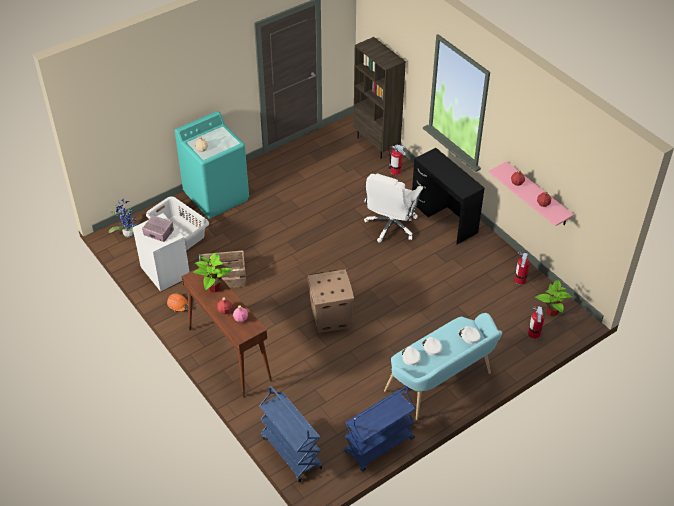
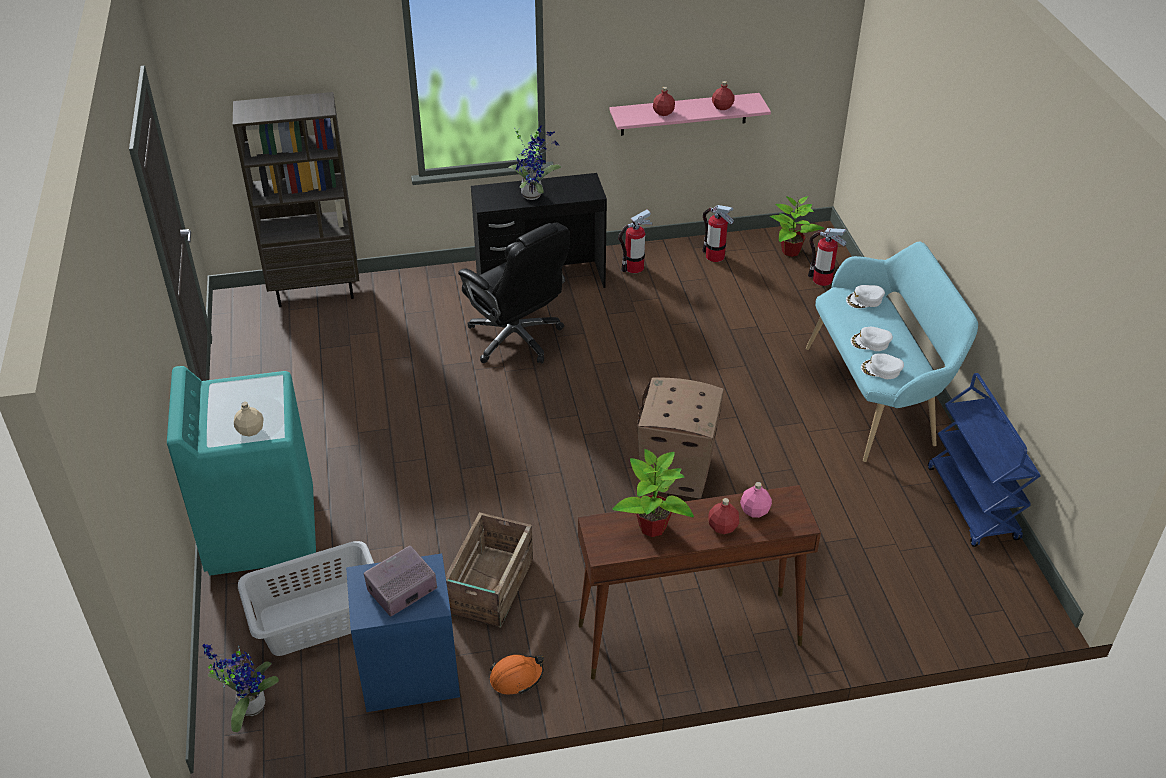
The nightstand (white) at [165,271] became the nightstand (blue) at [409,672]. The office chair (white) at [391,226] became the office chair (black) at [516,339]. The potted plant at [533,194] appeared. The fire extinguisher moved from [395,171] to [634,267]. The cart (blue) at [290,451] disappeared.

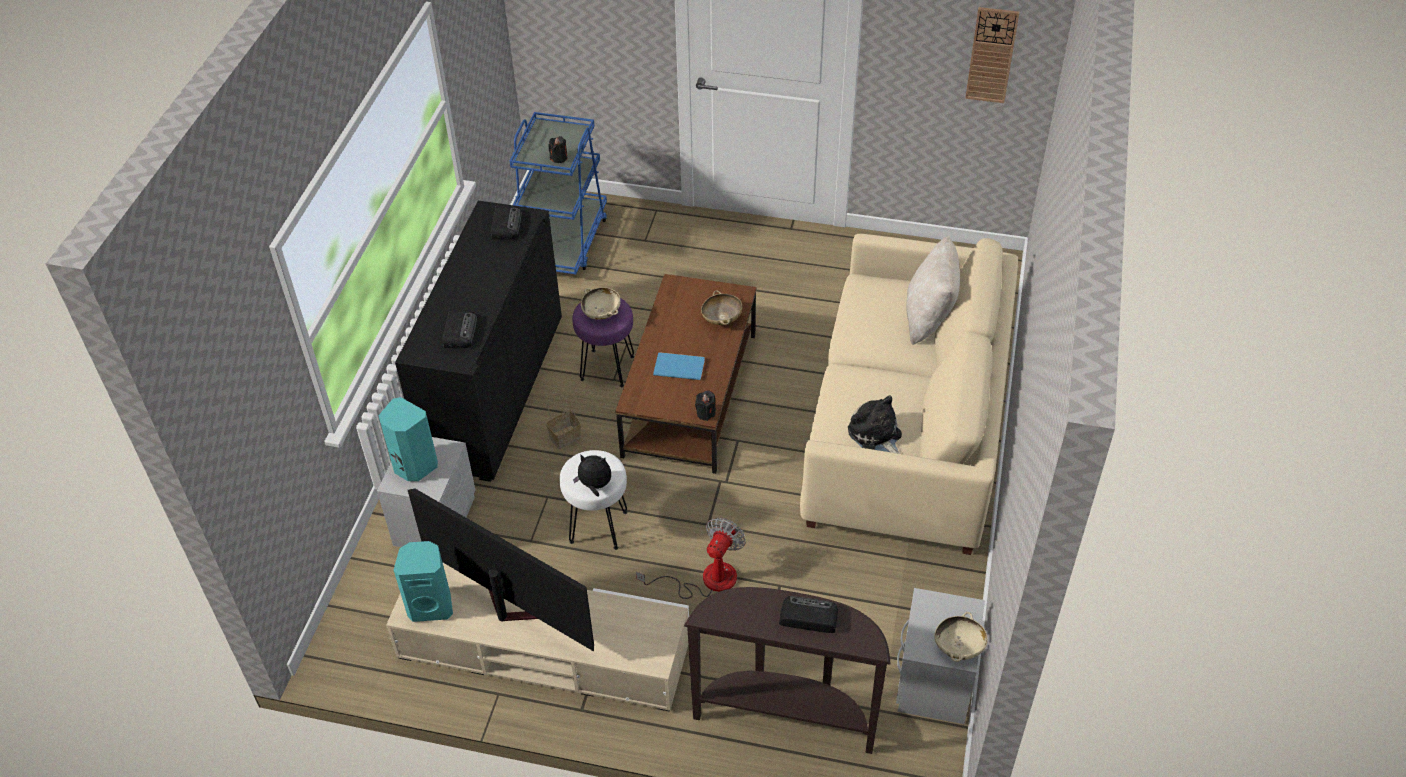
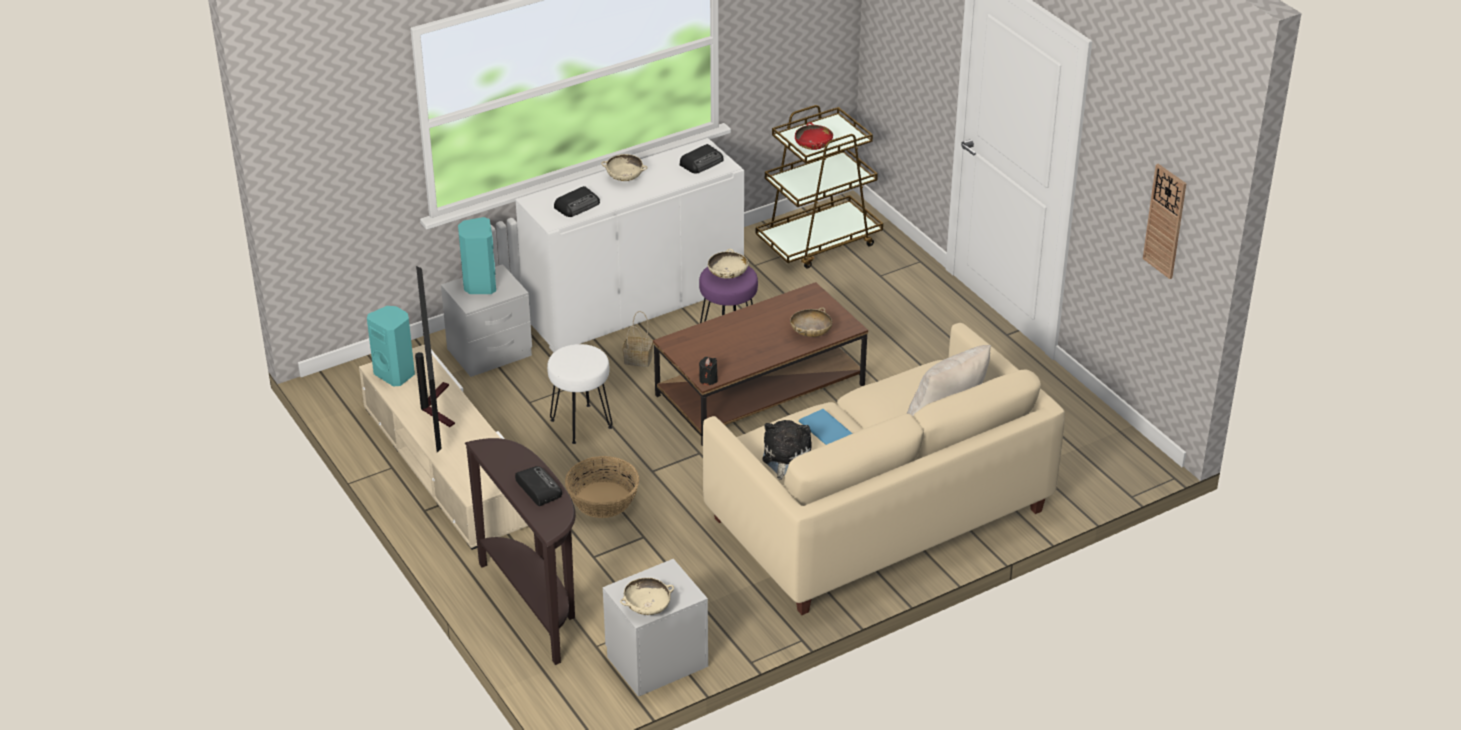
The cabinet (black) at [495,391] became the cabinet (white) at [634,304]. The fan at [706,579] was replaced by the basket at [602,500]. The bowl (beige) at [625,178] appeared. The cart (blue) at [564,242] became the cart (brown) at [819,242]. The candle (black) at [559,158] was replaced by the bowl (red) at [813,147]. The book (blue) moved from [678,366] to [826,428]. The plush toy at [595,486] disappeared.

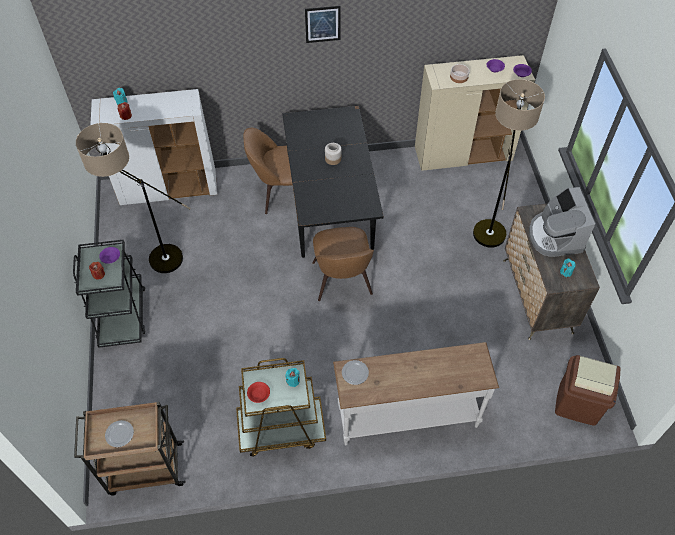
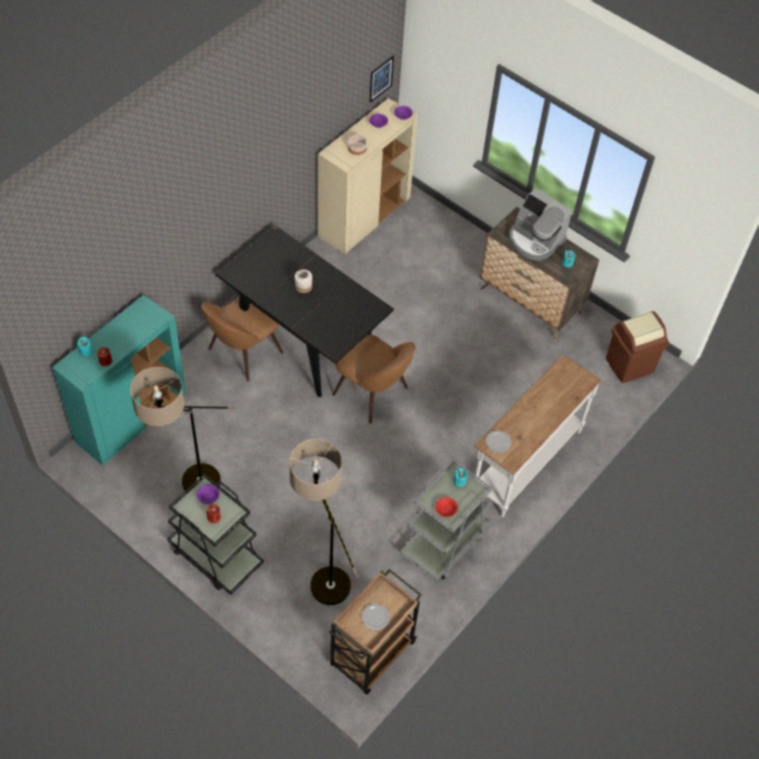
The cabinet (white) at [169,188] became the cabinet (turquoise) at [131,418]. The floor lamp moved from [490,223] to [322,573]. The picture moved from [322,24] to [381,79]. The cart (brown) at [281,429] became the cart (grey) at [444,542].

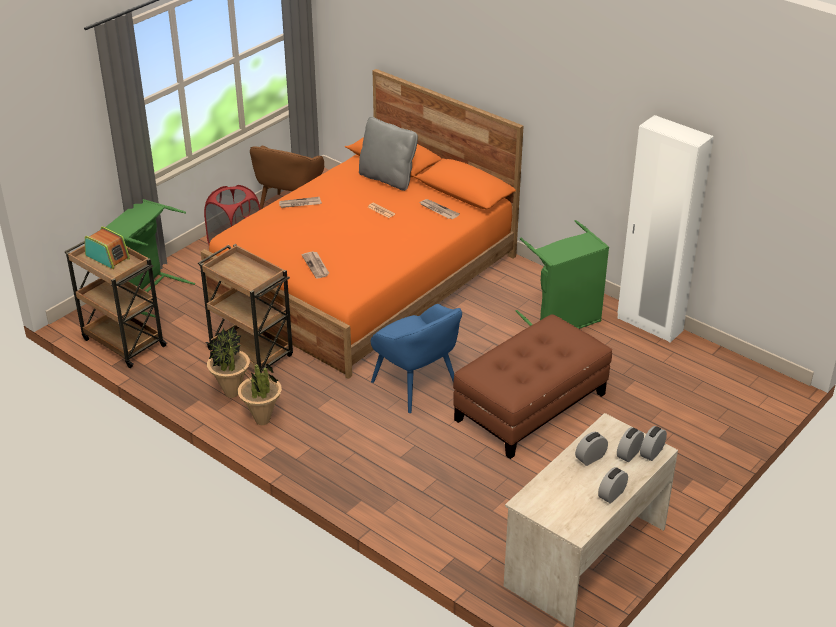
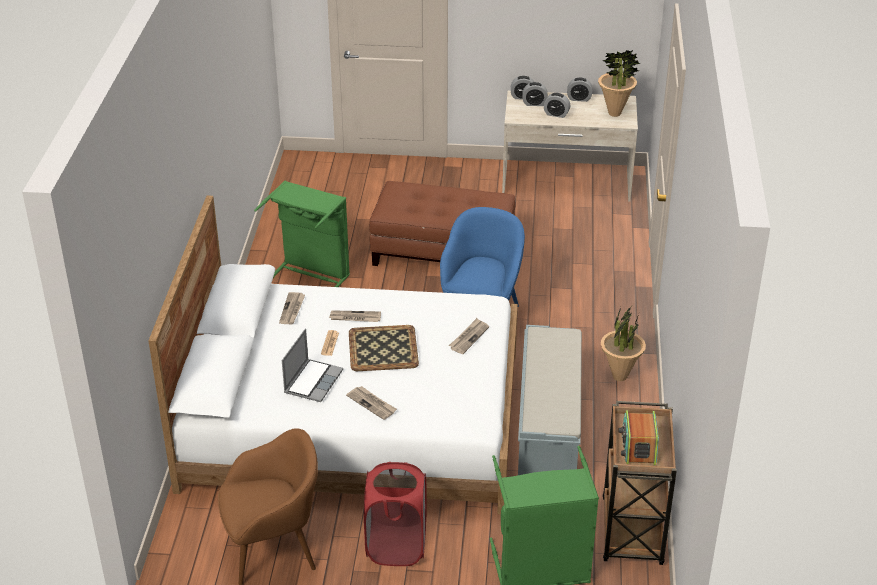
The bed (orange) at [366,277] became the bed (white) at [353,420]. The laptop at [313,381] appeared. The newspaper at [355,318] appeared. The tray at [383,348] appeared. The cart (brown) at [252,353] was replaced by the bench (grey) at [548,431]. The potted plant moved from [231,393] to [615,113]. The pillow (grey) at [388,178] disappeared. The wardrobe (white) at [649,325] disappeared.

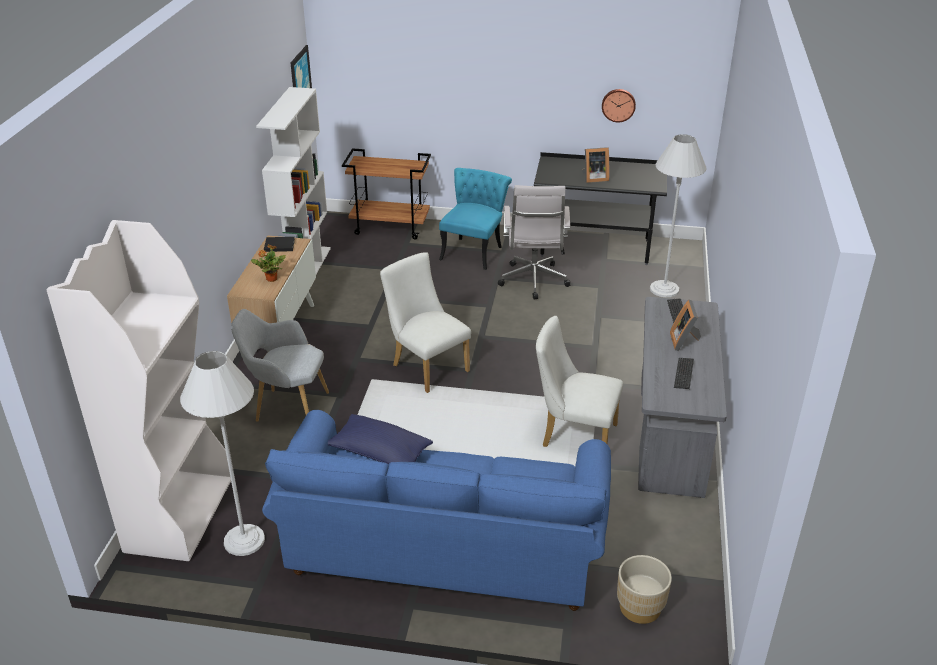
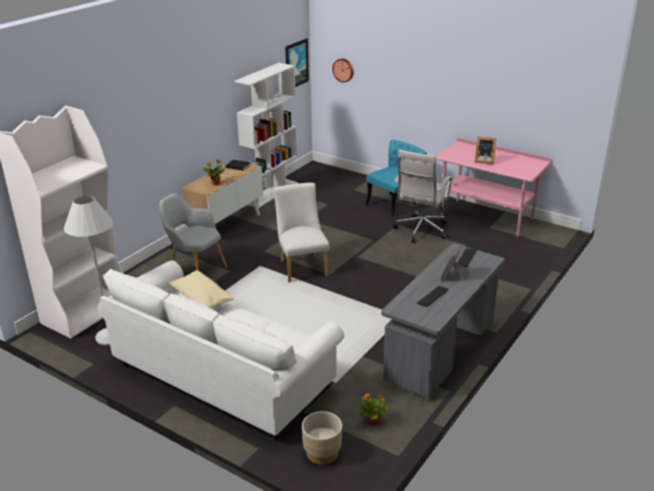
The sofa (blue) at [444,547] became the sofa (white) at [223,375]. The pillow (blue) at [379,453] became the pillow (beige) at [200,299]. The wall clock moved from [618,105] to [343,70]. The potted plant at [373,422] appeared. The desk (black) at [595,248] became the desk (pink) at [486,219]. The cart (brown) at [391,227] disappeared. The chair (white) at [573,435] disappeared. The floor lamp (white) at [664,289] disappeared.

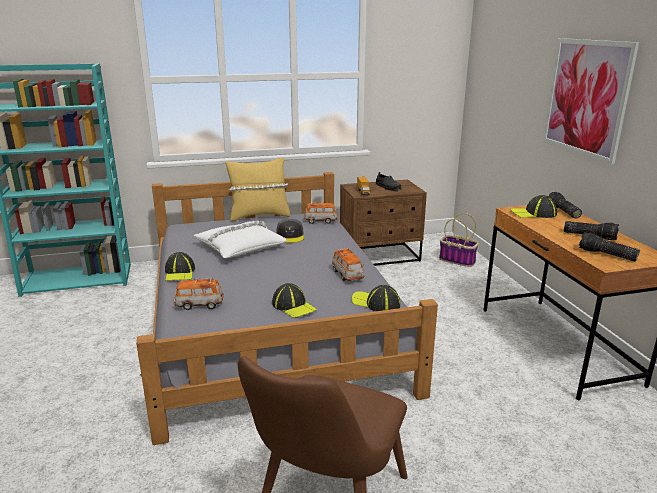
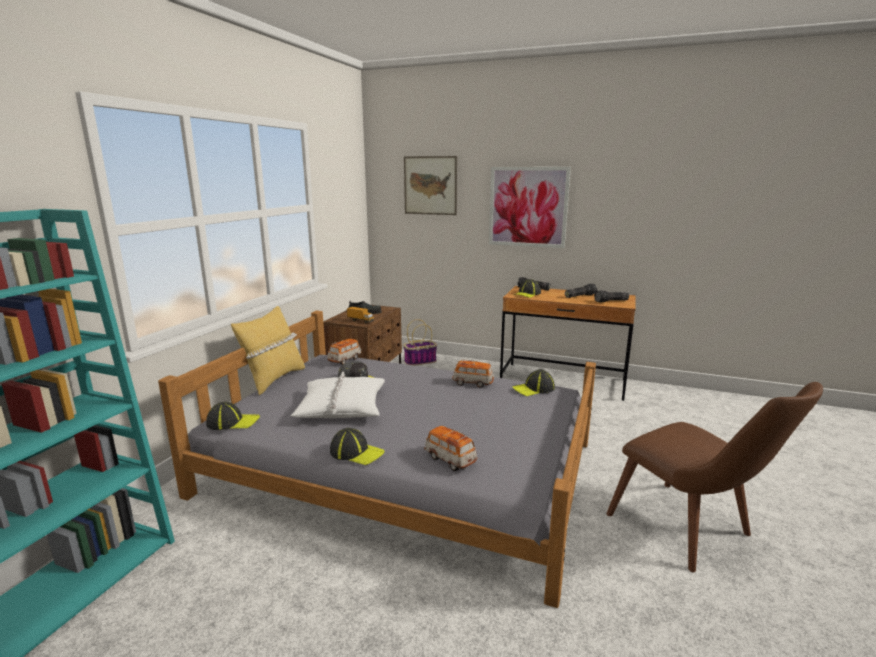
The cap moved from [293,306] to [233,422]. The picture at [430,185] appeared. The toy car at [199,304] turned 105 degrees clockwise.

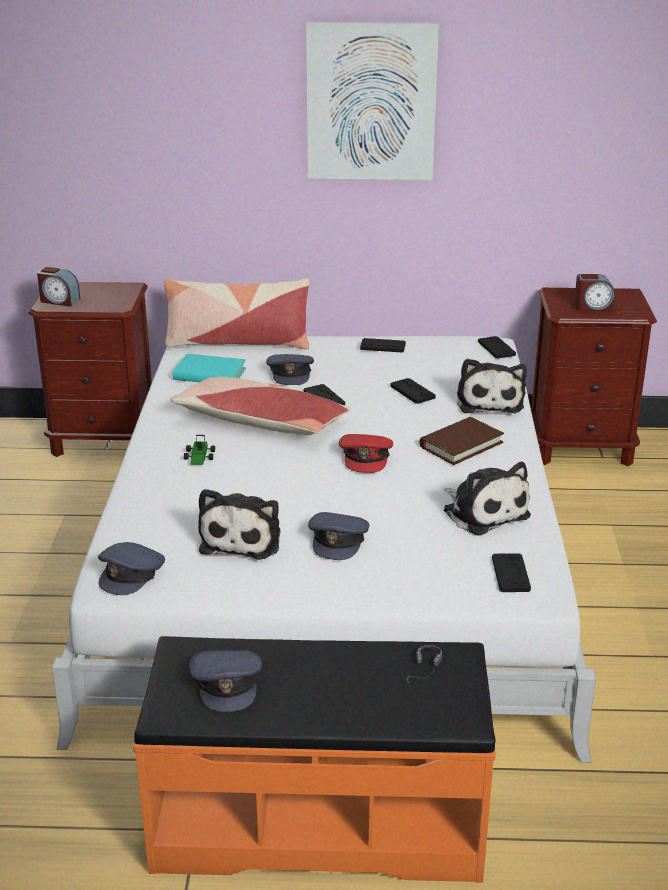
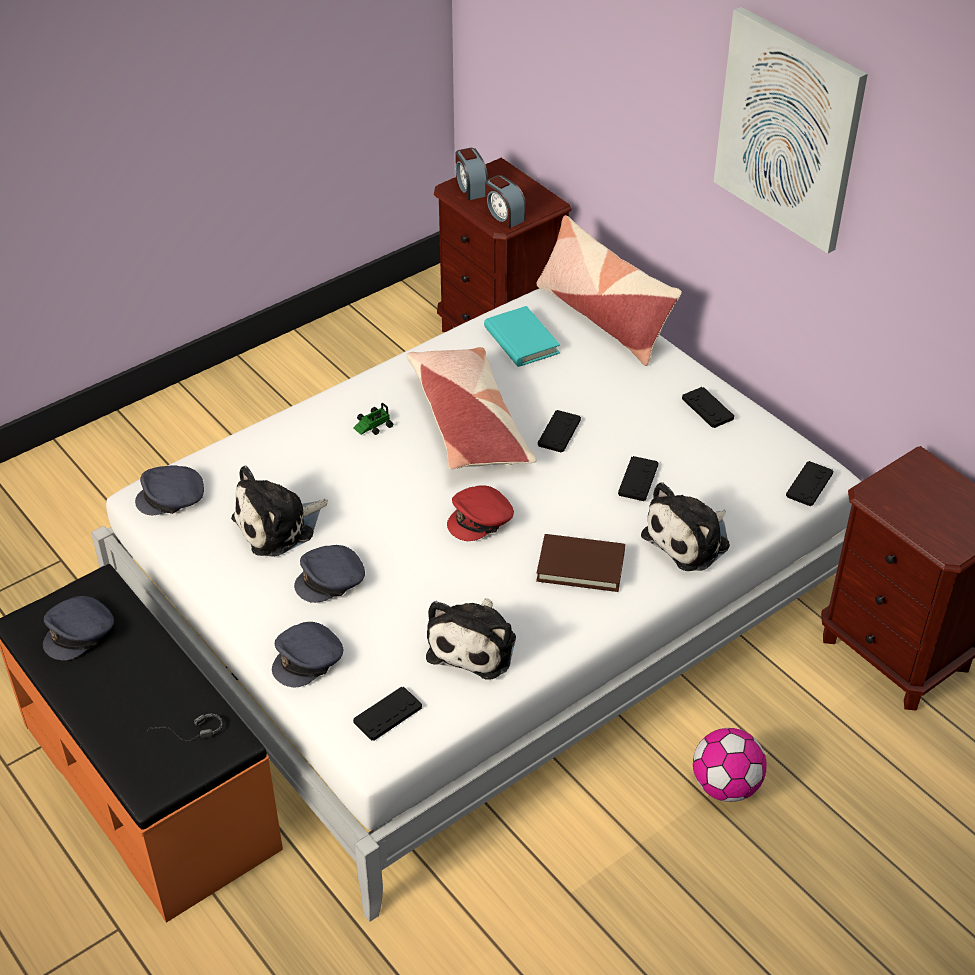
The cap (grey) moved from [290,373] to [308,660]. The alarm clock moved from [593,307] to [504,215]. The football at [725,786] appeared.

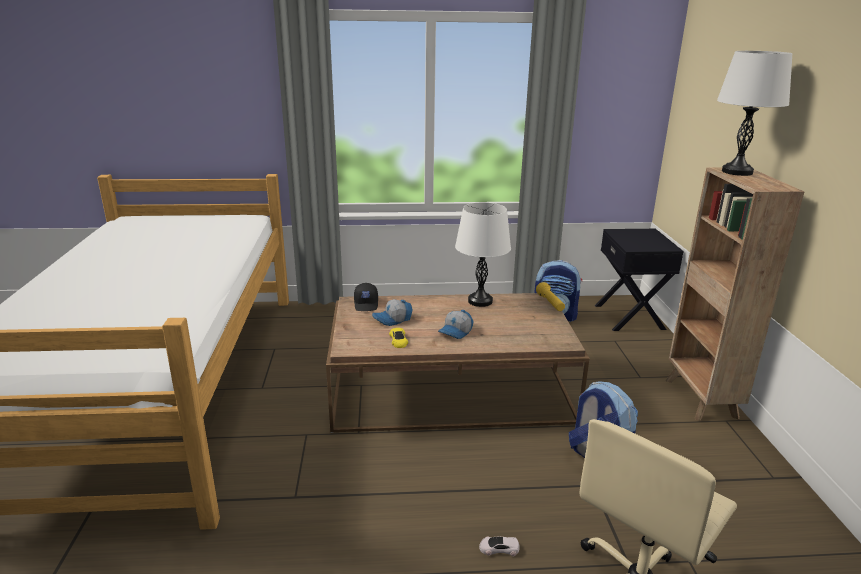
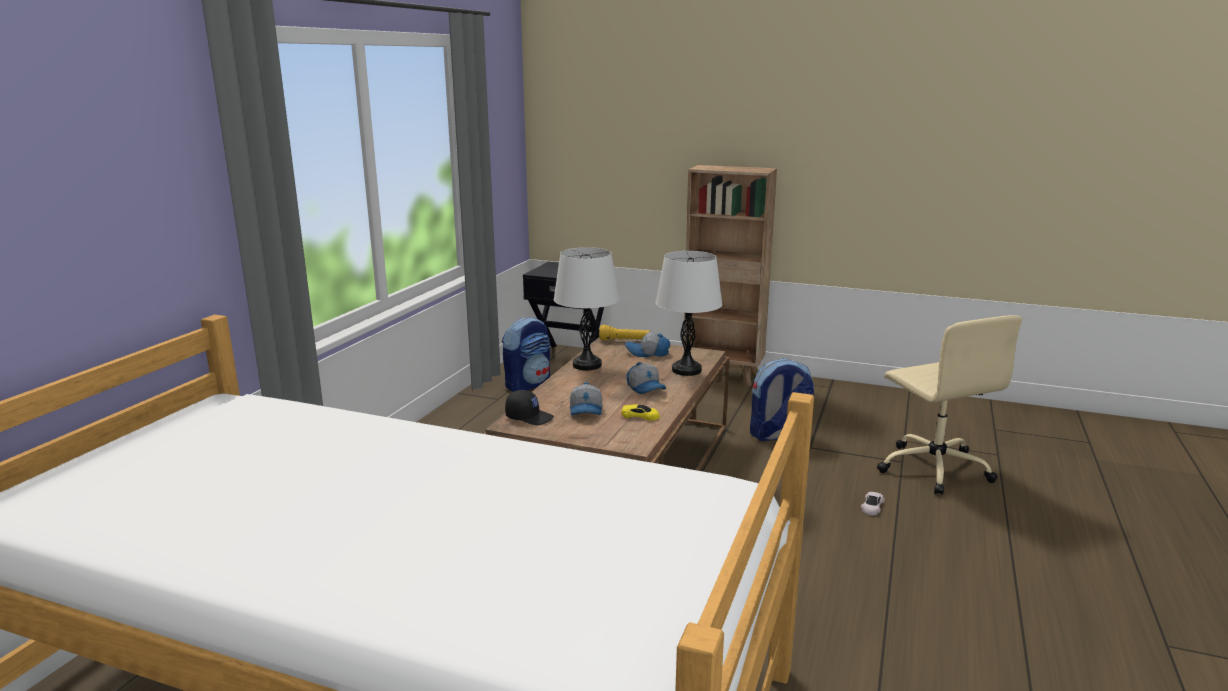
The cap at [647,353] appeared. The table lamp (white) moved from [737,172] to [686,370].

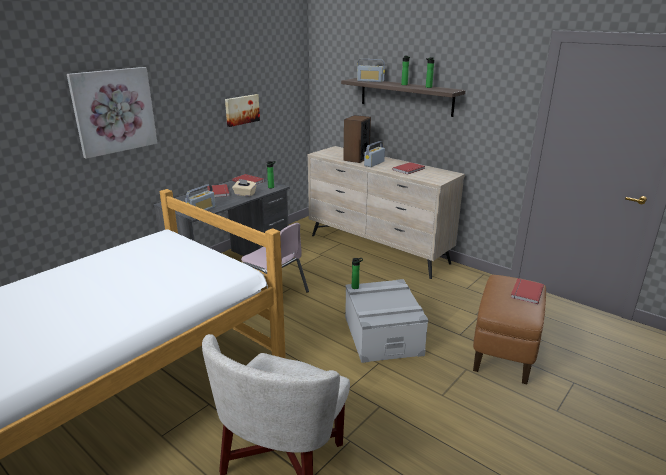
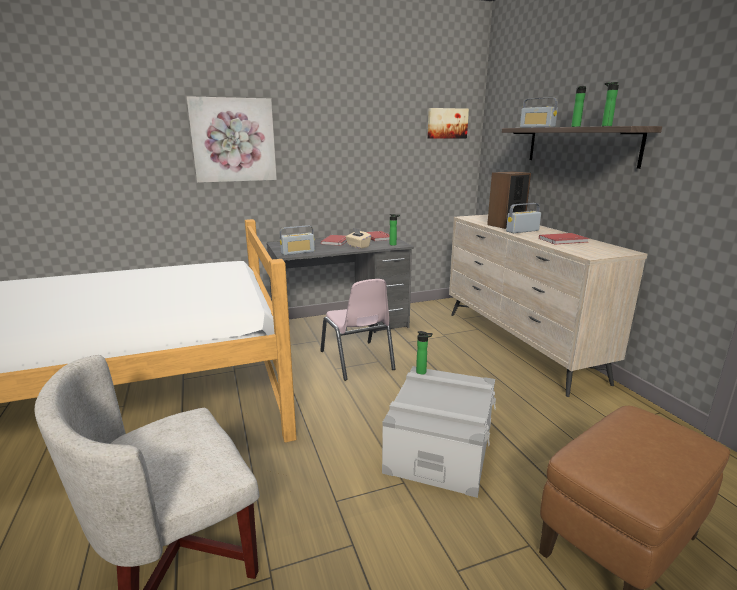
The picture moved from [241,110] to [447,123]. The book (red) at [525,292] disappeared.

